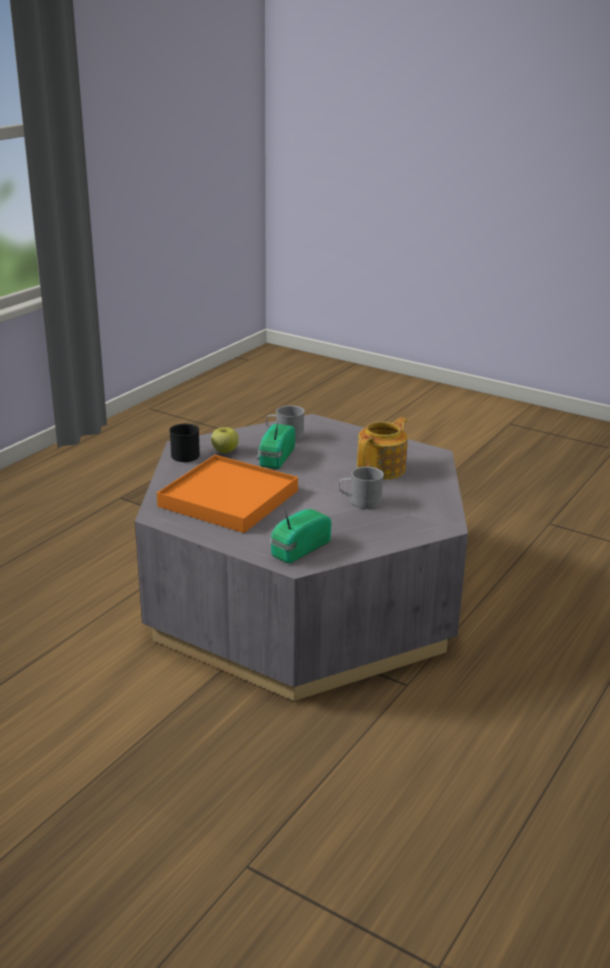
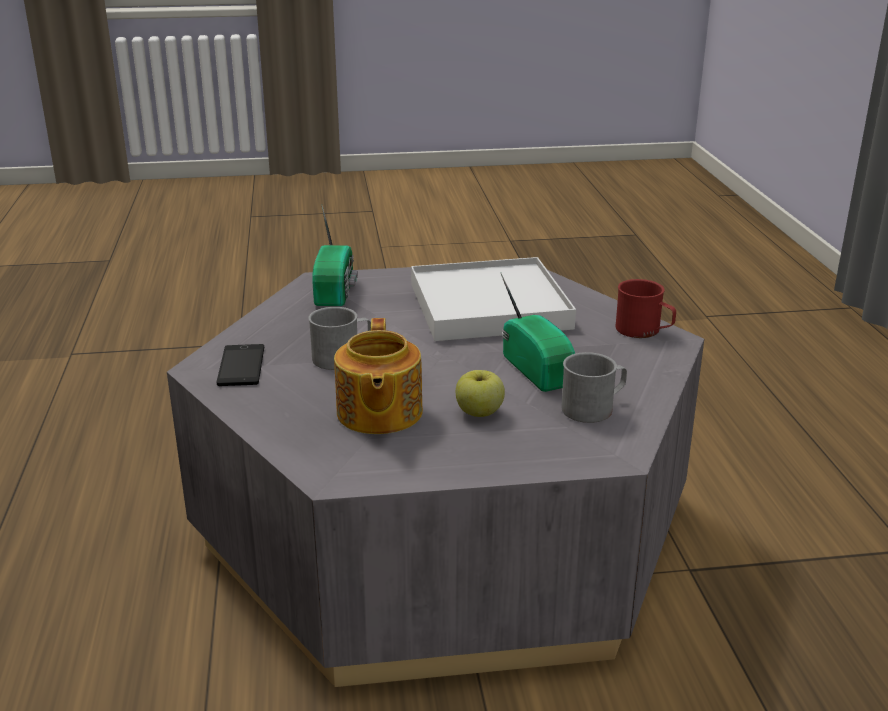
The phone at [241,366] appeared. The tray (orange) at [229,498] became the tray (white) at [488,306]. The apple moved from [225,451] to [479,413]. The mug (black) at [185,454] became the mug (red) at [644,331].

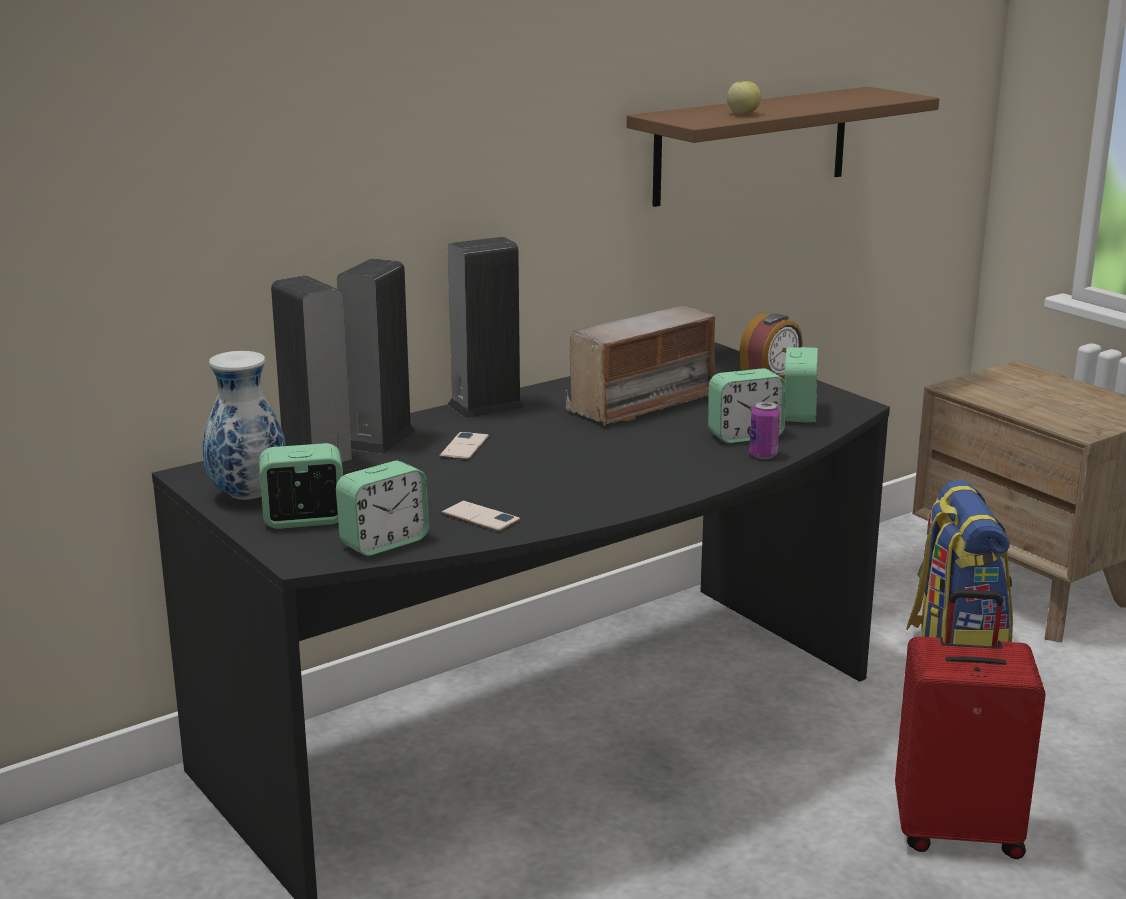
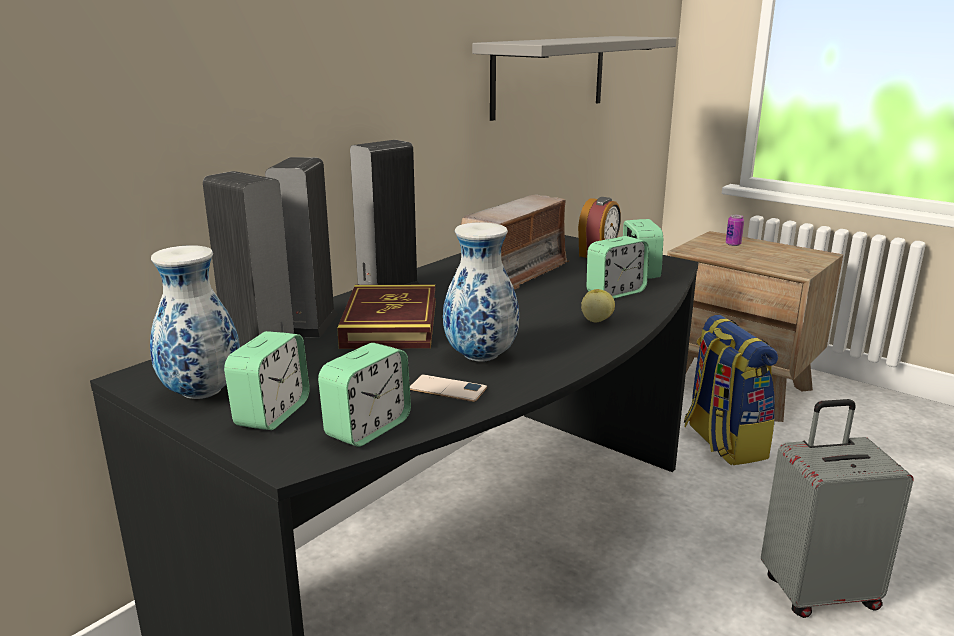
The alarm clock at [304,520] turned 135 degrees clockwise. The phone at [464,446] was replaced by the book at [390,324]. The vase at [479,357] appeared. The shelf (brown) at [752,145] became the shelf (grey) at [550,75]. The apple moved from [742,113] to [596,321]. The can moved from [763,455] to [733,244]. The suitcase (red) at [957,830] became the suitcase (grey) at [817,591].

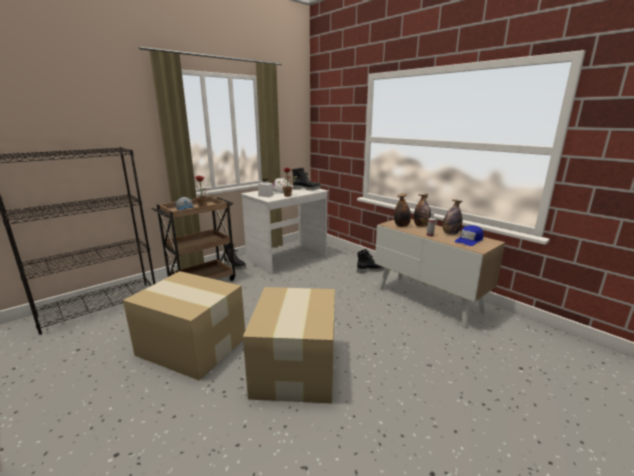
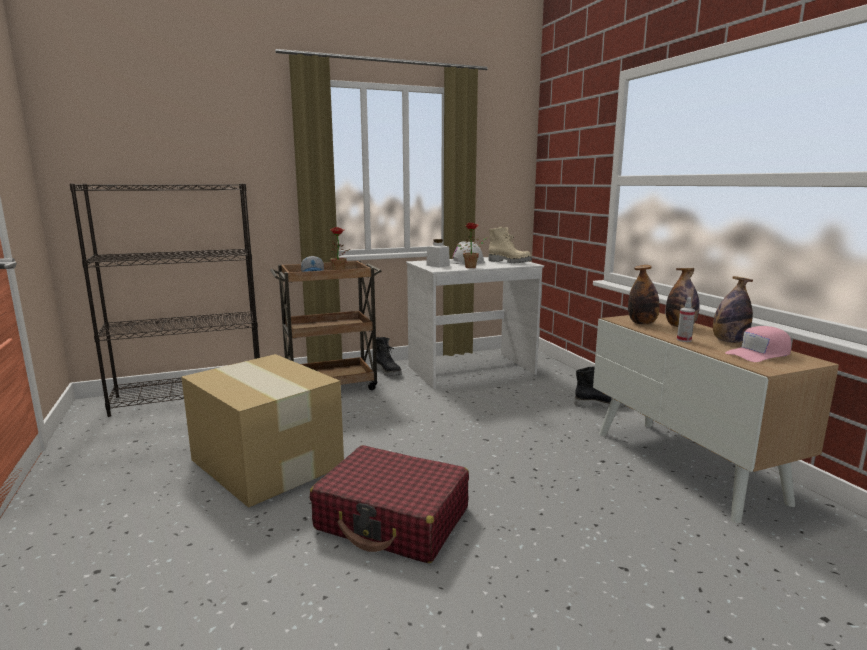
The cardboard box at [296,366] was replaced by the suitcase (red) at [393,519]. The boot (black) at [306,189] became the boot (beige) at [510,262]. The cap (blue) at [469,240] became the cap (pink) at [759,354].

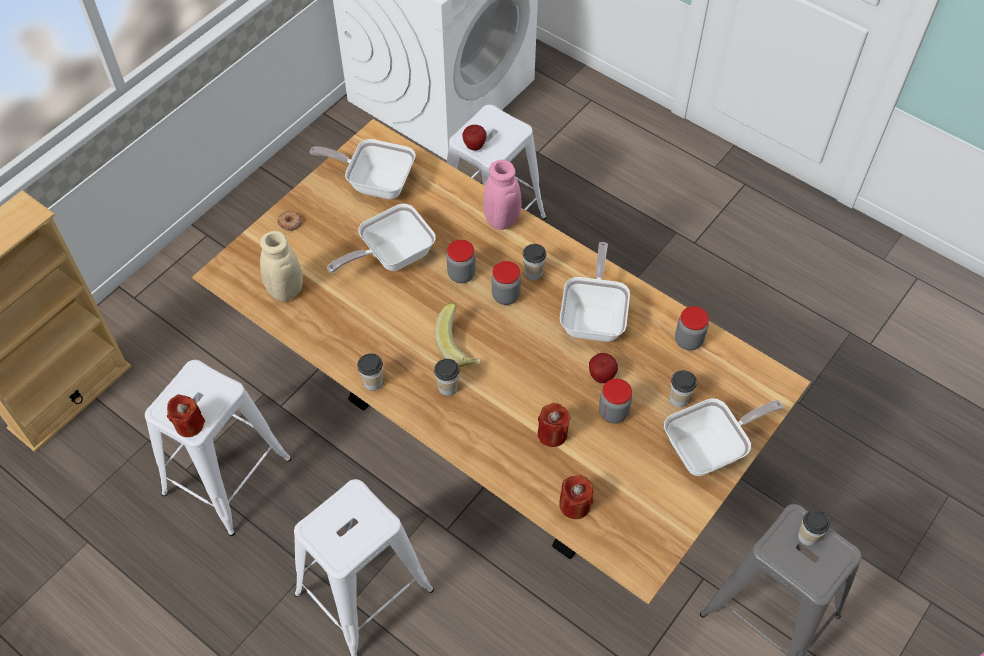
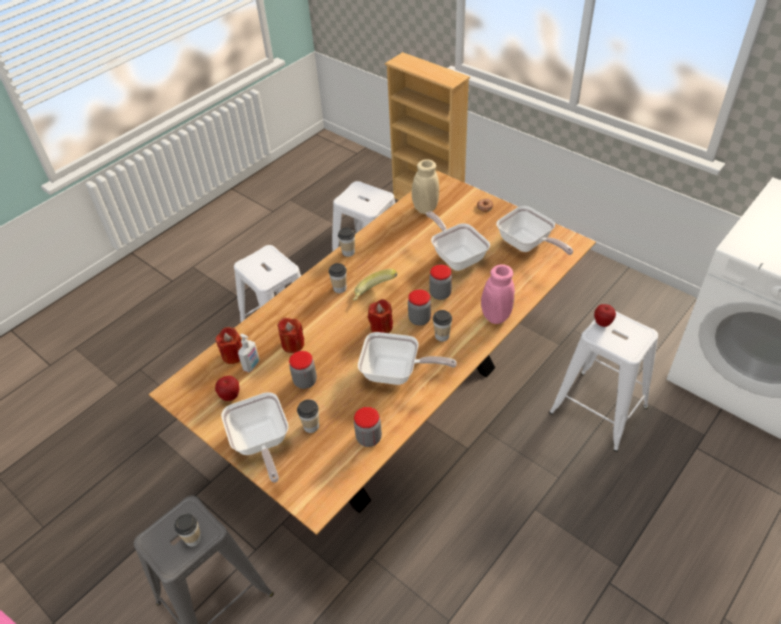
The apple moved from [601,376] to [230,396]. The soap dispenser at [252,365] appeared. The candle (red) moved from [189,424] to [381,327]. The frying pan at [375,182] turned 120 degrees clockwise.

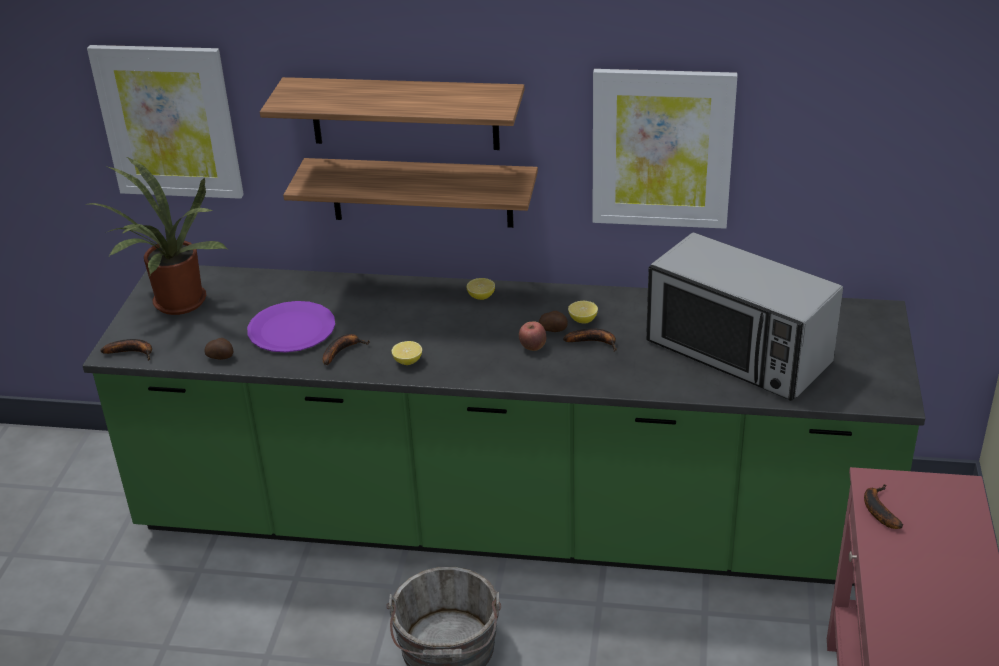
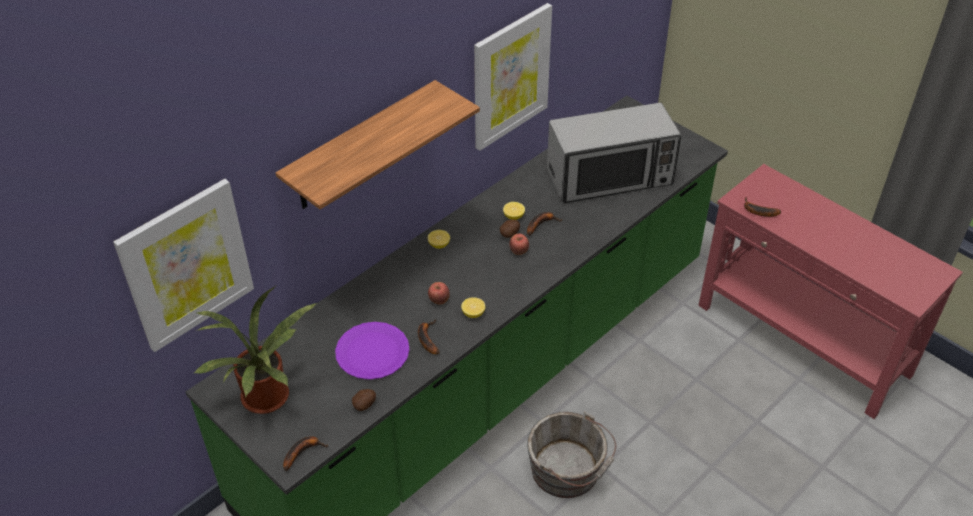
The apple at [439,301] appeared. The shelf at [421,192] disappeared.

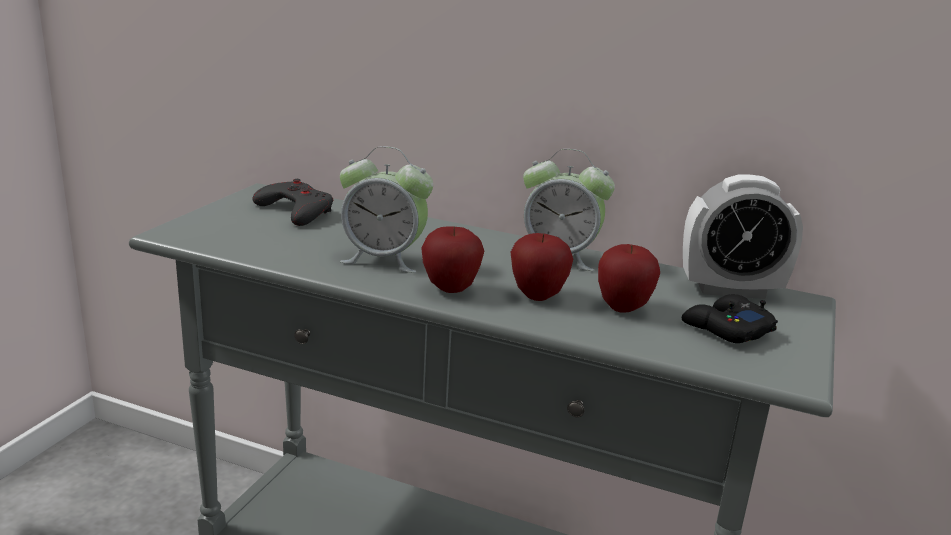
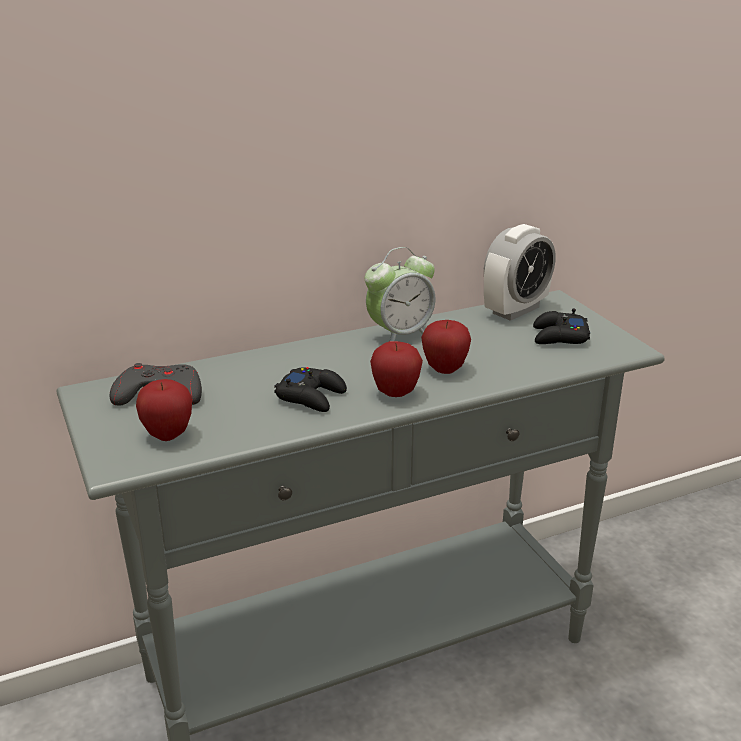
The apple moved from [623,308] to [168,435]. The alarm clock at [384,259] was replaced by the game controller (black) at [311,396].

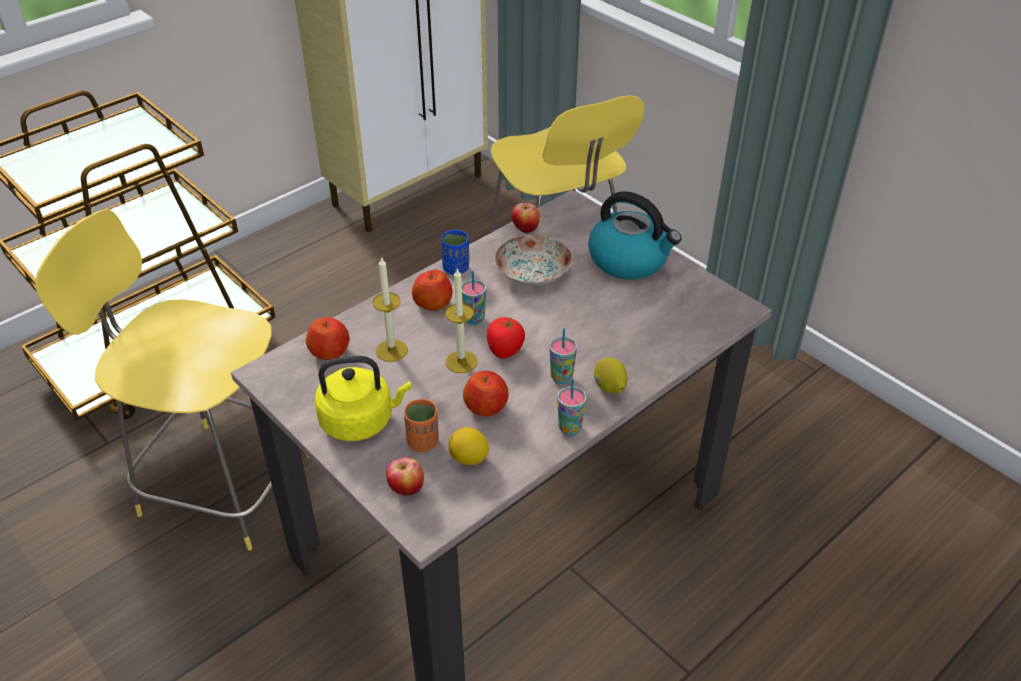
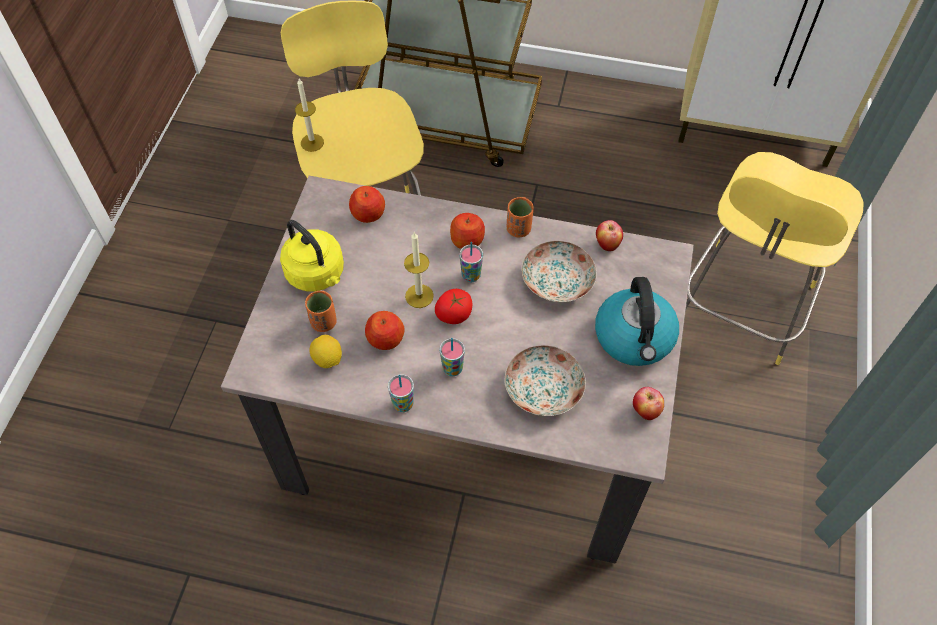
The candle moved from [391,350] to [312,142]. The plate at [544,388] appeared. The cup (blue) at [456,268] became the cup (orange) at [518,229]. The apple moved from [406,490] to [645,411]. The lemon at [609,388] disappeared.

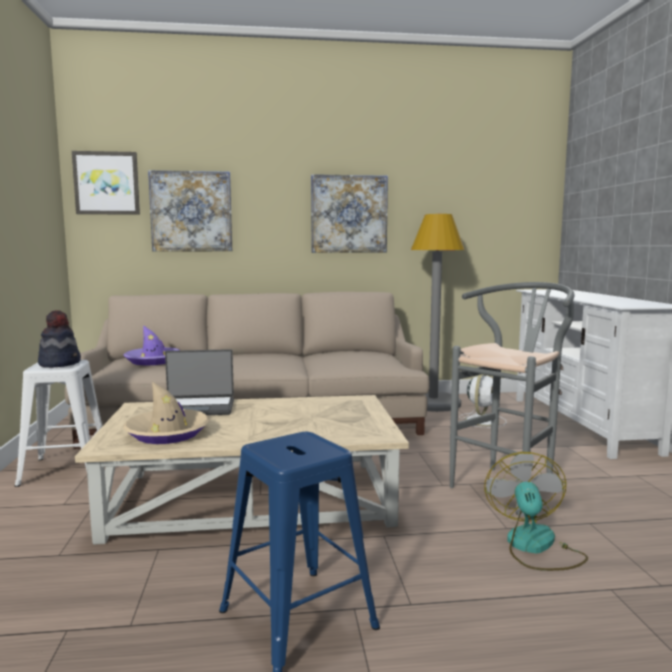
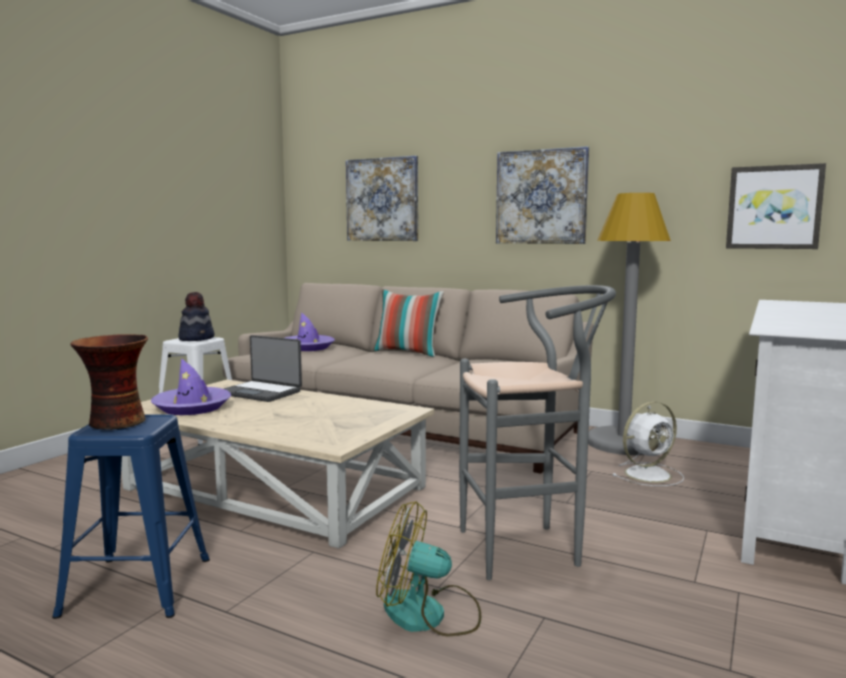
The vase at [115,422] appeared. The hat (beige) at [168,433] became the hat (purple) at [192,407]. The pillow at [408,352] appeared. The fan at [535,547] turned 120 degrees counterclockwise. The picture moved from [106,183] to [774,207].

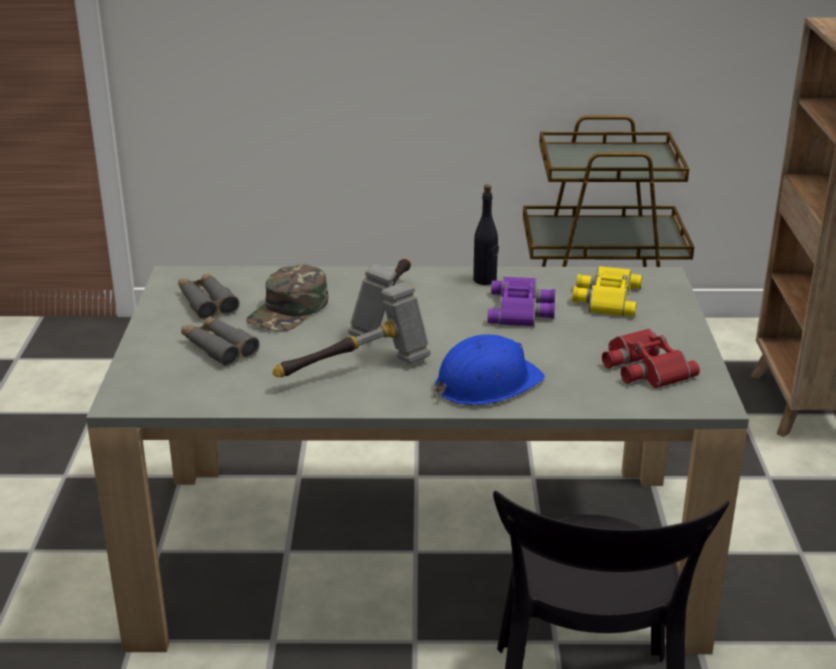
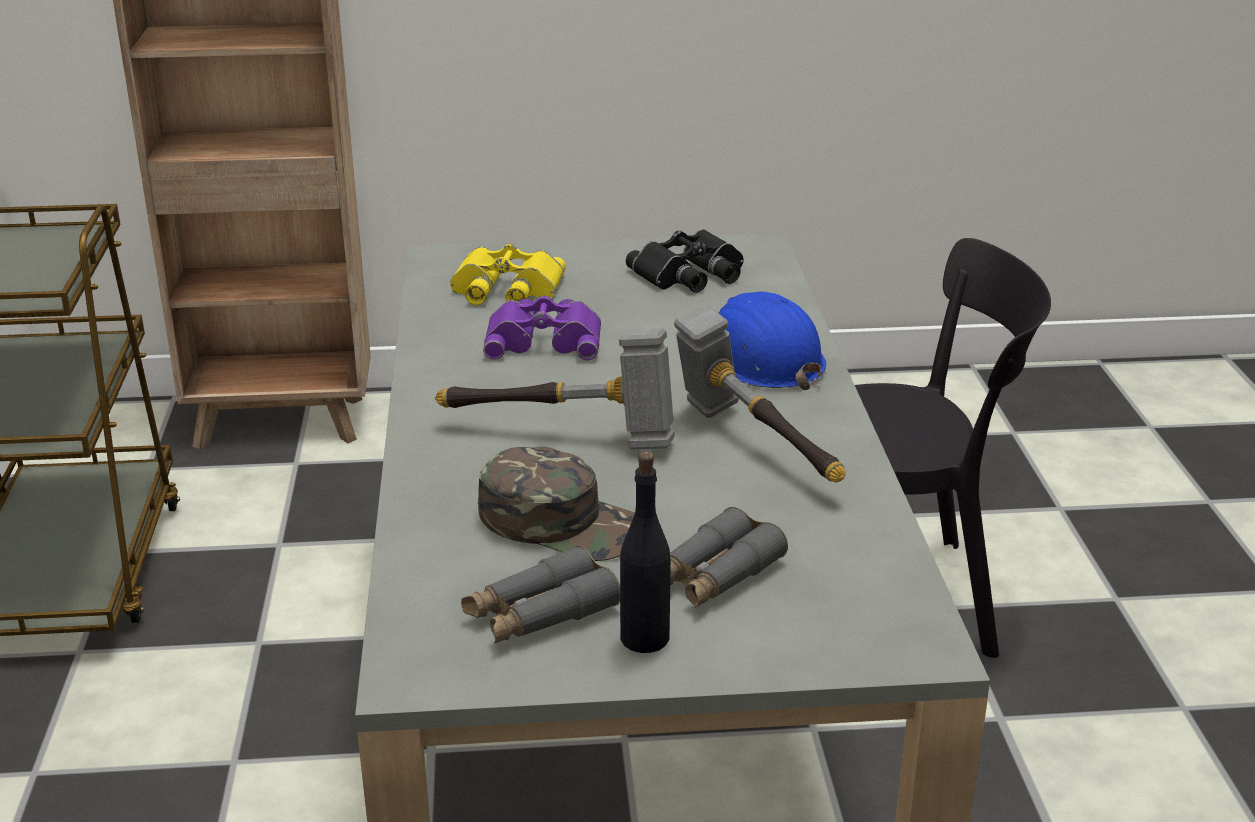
The bottle (black) moved from [485,280] to [645,638]. The binoculars (red) at [643,367] became the binoculars (black) at [690,274].

